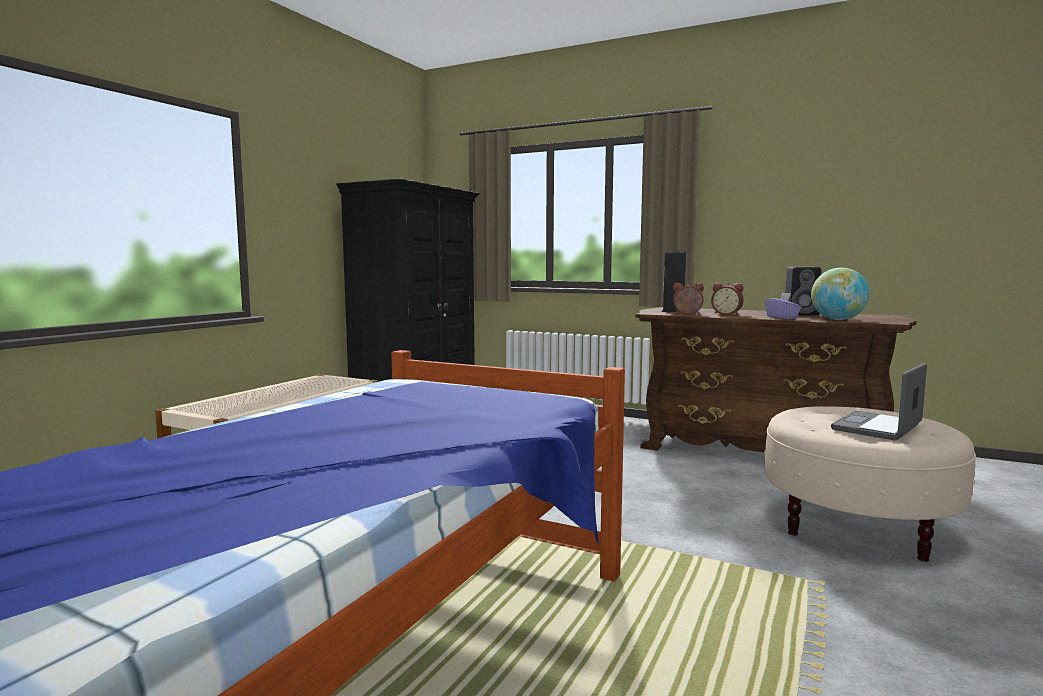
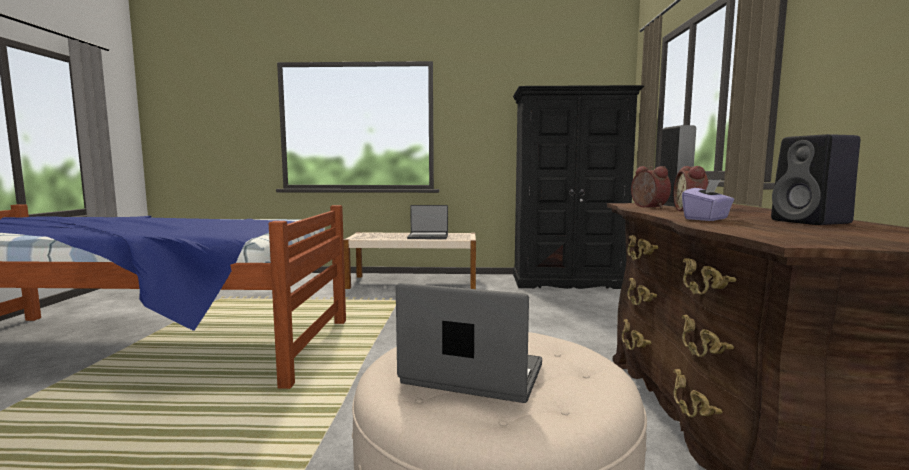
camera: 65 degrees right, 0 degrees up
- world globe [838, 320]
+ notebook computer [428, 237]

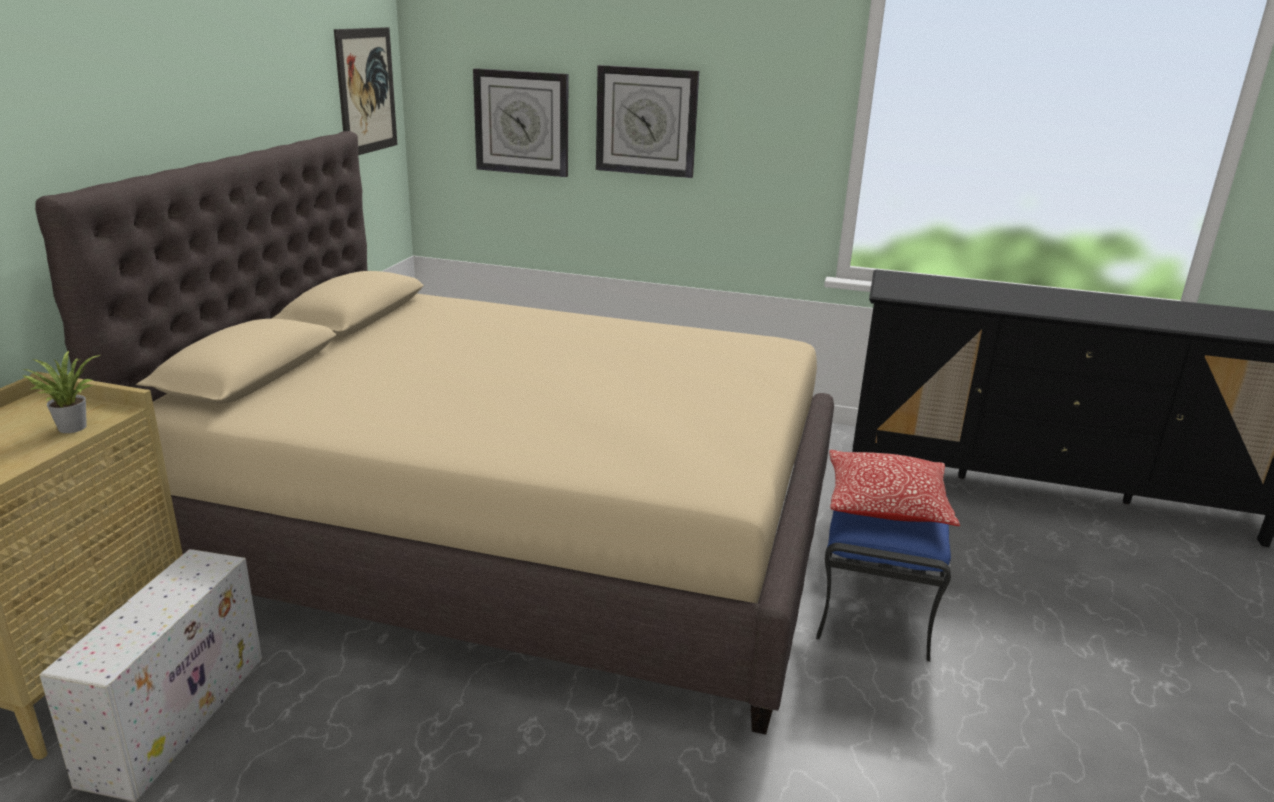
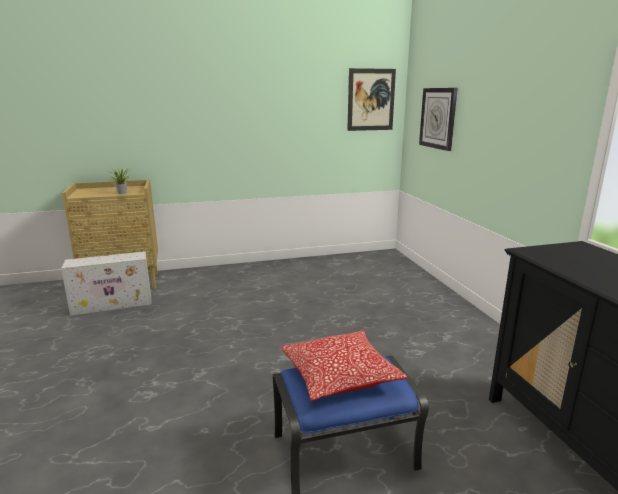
camera: 60 degrees right, 5 degrees down
- bedroom bed (sand-coloured) [511, 531]
- hanging clock [646, 121]

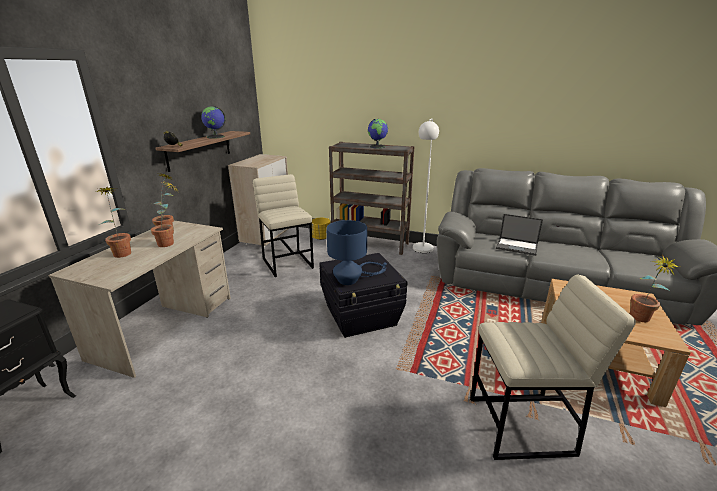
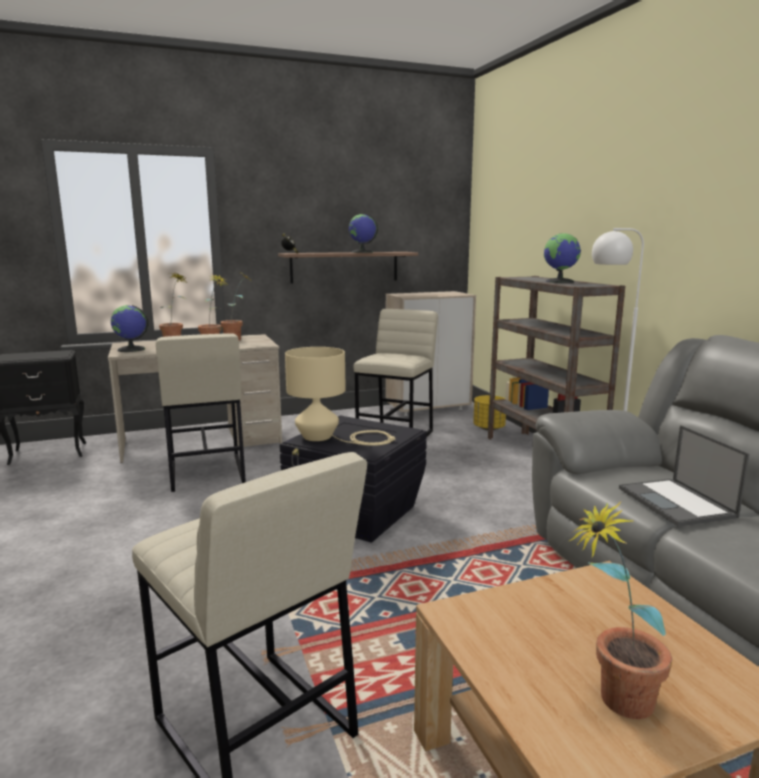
camera: 50 degrees right, 10 degrees down
+ world globe [131, 349]
+ plain chair (sand-coloured) [207, 473]
~ tabletop lamp (blue) [357, 275] to tabletop lamp (sand-coloured) [338, 437]

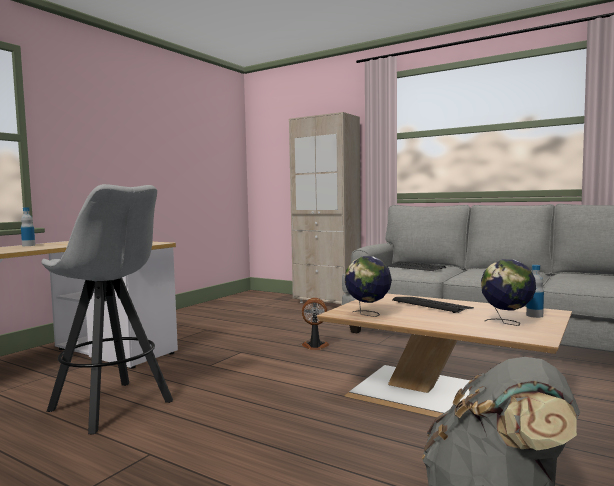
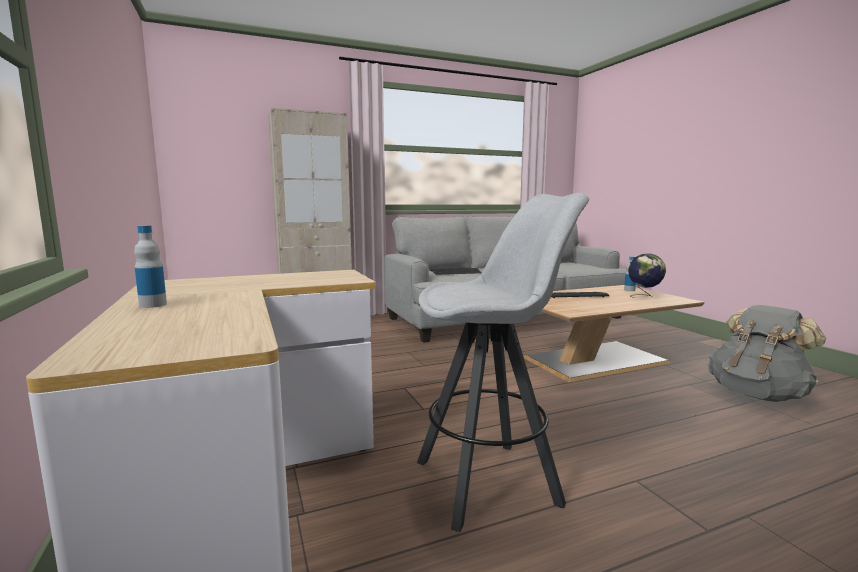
camera: 55 degrees left, 5 degrees up
- cooling fan [315, 347]
- world globe [368, 314]

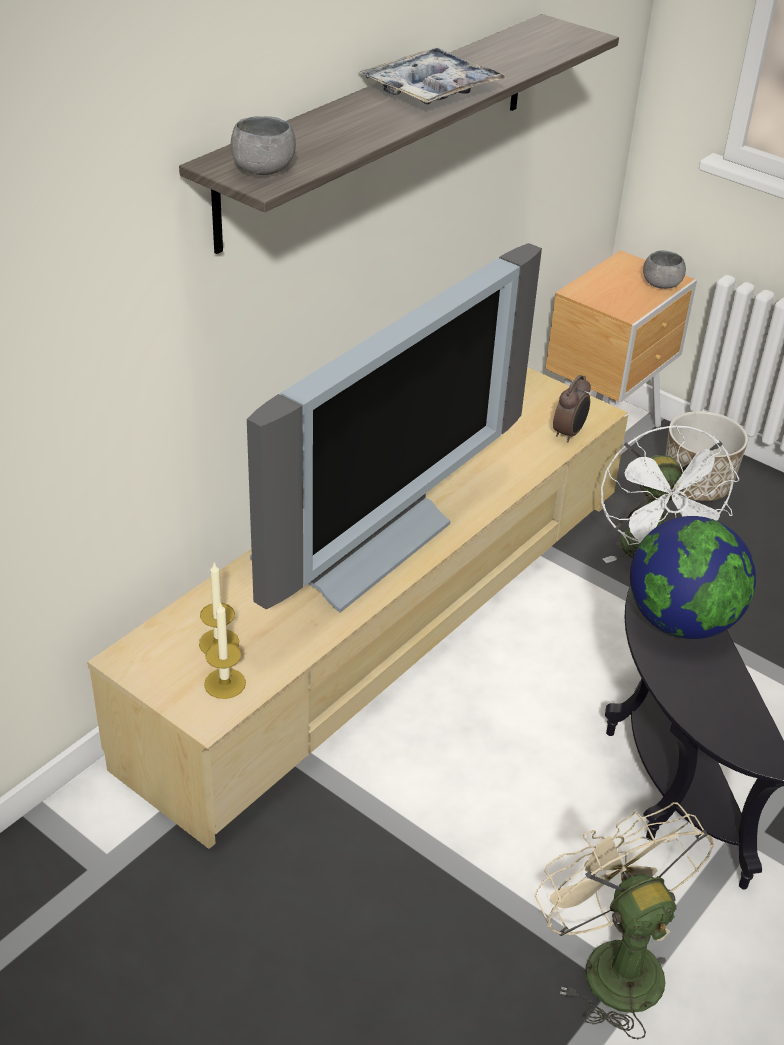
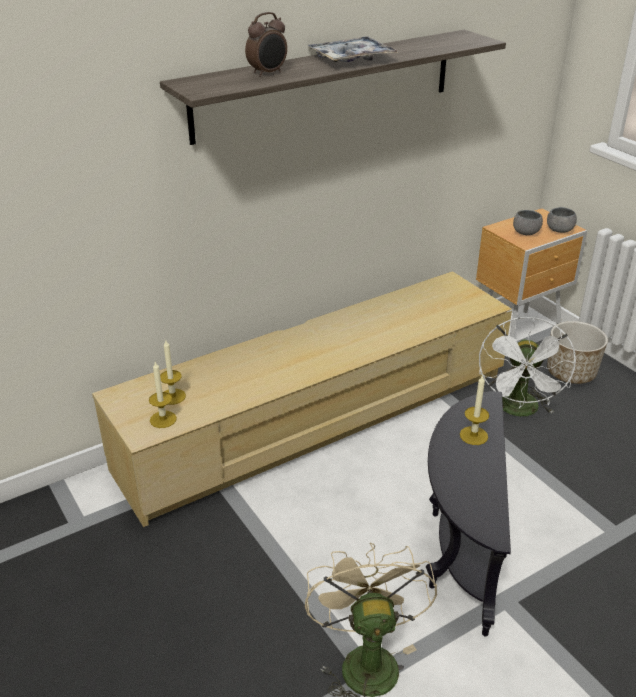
camera: 20 degrees right, 5 degrees down
- TV [363, 546]
~ bowl (greyish) [264, 170] to [526, 233]
~ alarm clock [569, 433] to [268, 73]
~ world globe [681, 622] to candle [473, 435]

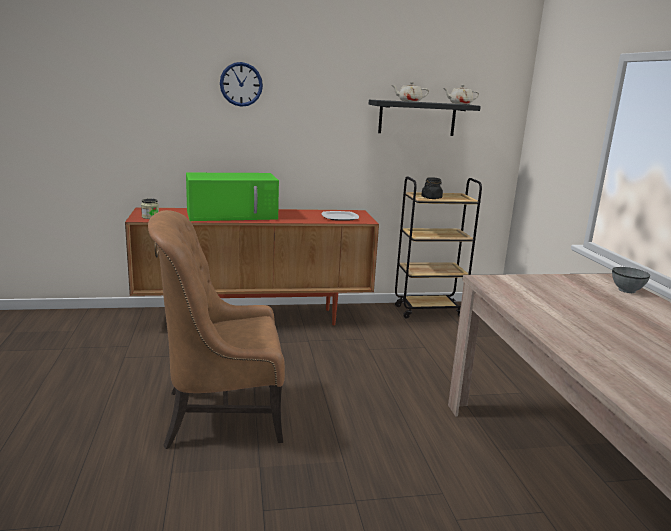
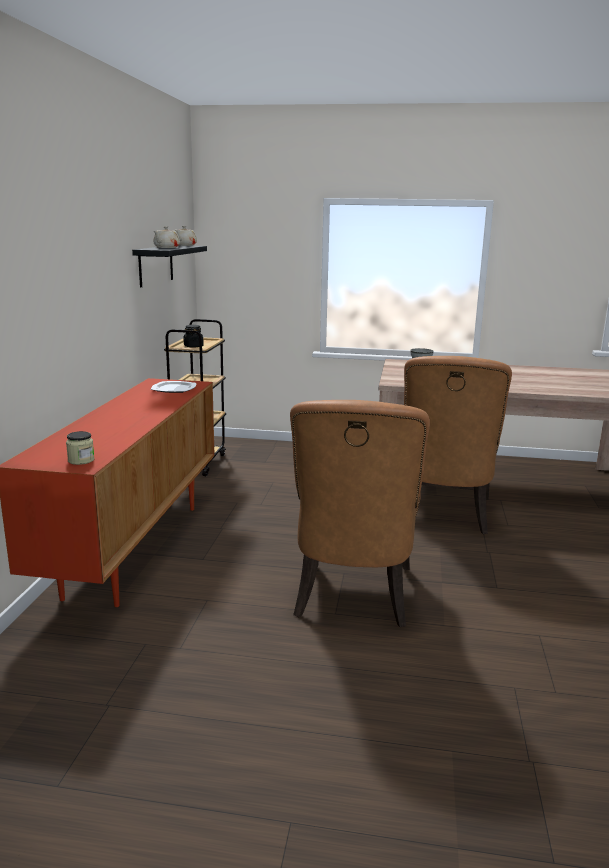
camera: 70 degrees left, 0 degrees up
- kitchen microwave (green-coloured) [233, 215]
- hanging clock [241, 84]
+ plain chair (brown) [444, 511]

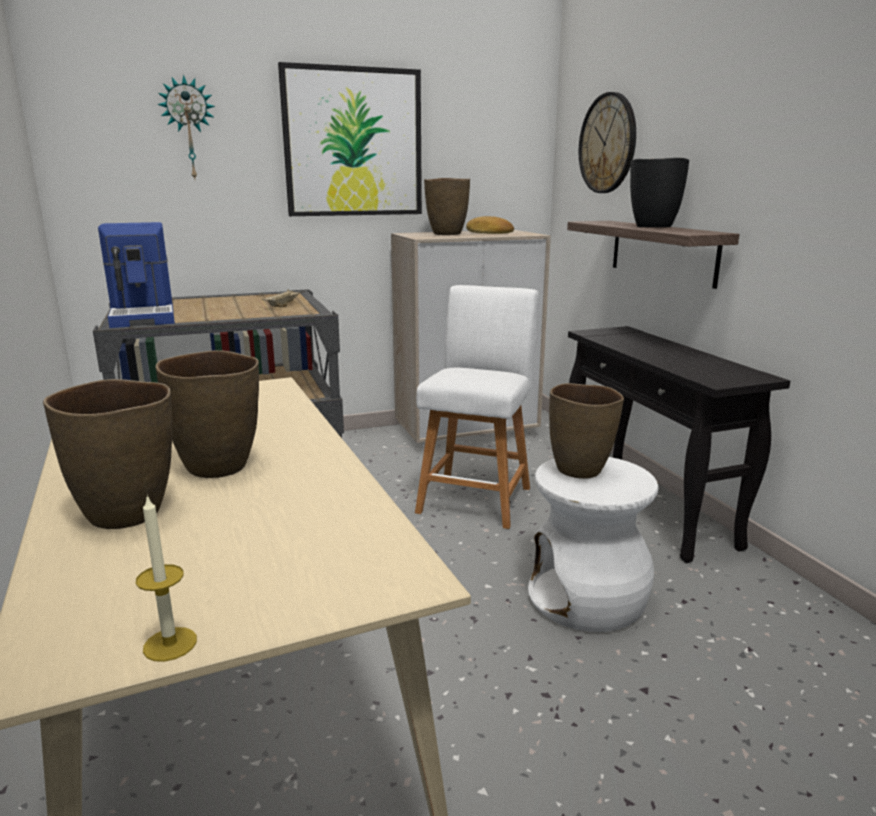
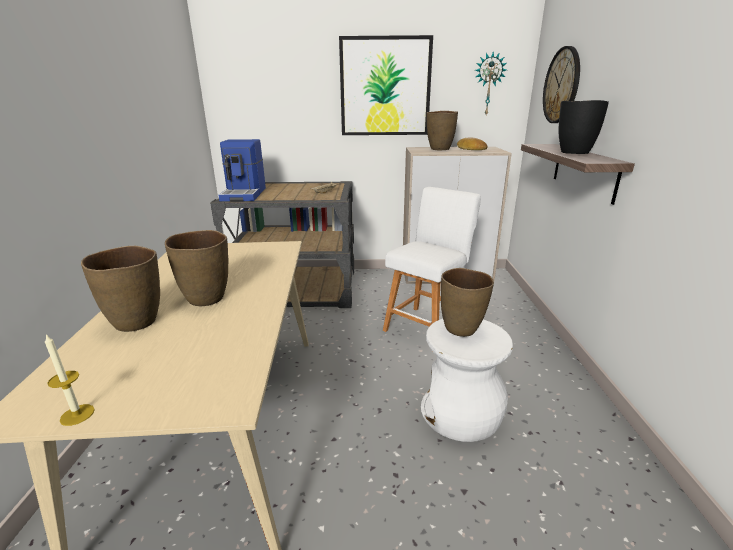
camera: 20 degrees right, 5 degrees up
- console table (black) [648, 508]
~ hanging clock [189, 129] to [488, 84]

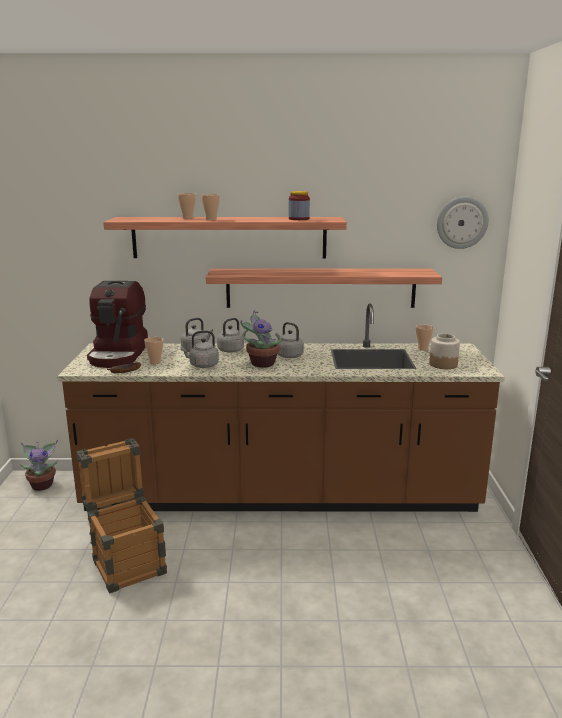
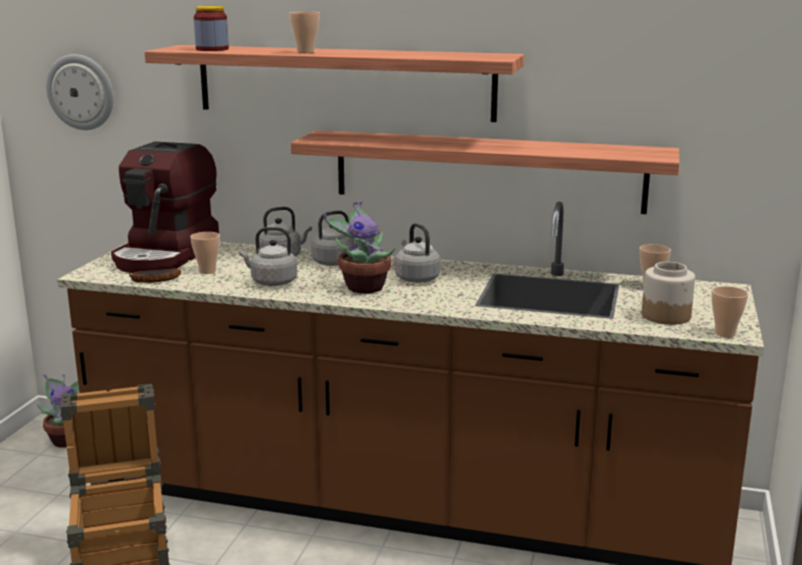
camera: 15 degrees right, 0 degrees up
~ small cup [187, 218] to [725, 333]
~ jar [298, 219] to [212, 49]
~ hanging clock [462, 222] to [81, 92]

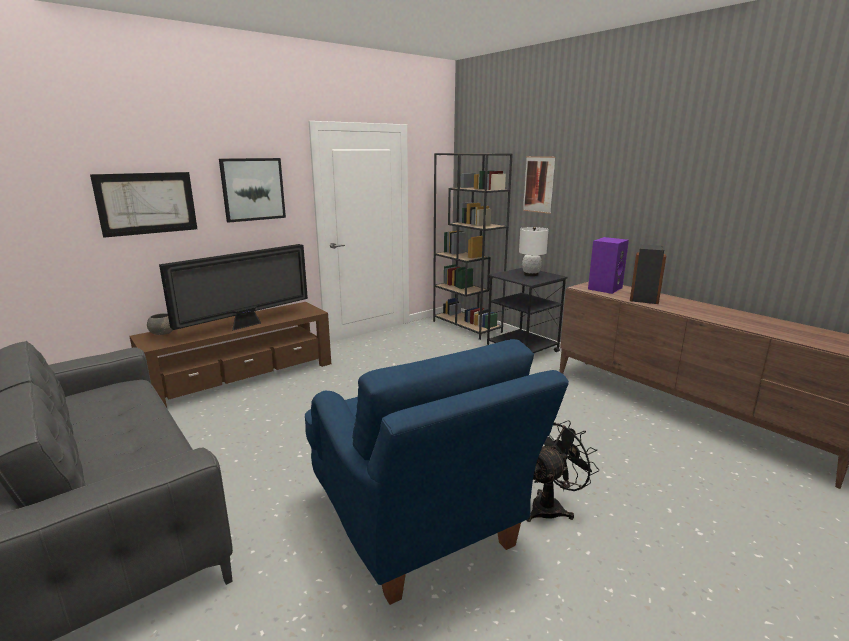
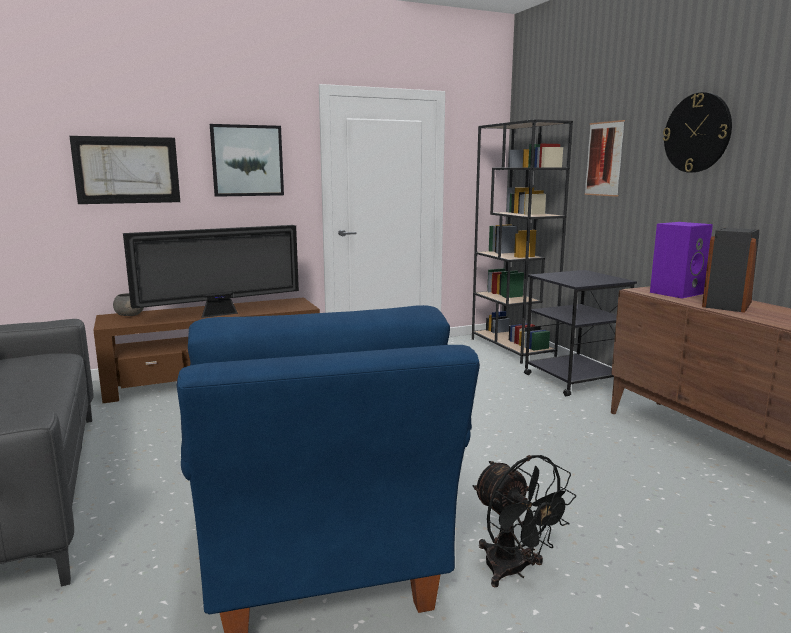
camera: 15 degrees right, 5 degrees down
- tabletop lamp (whitish) [531, 274]
+ hanging clock [697, 133]
~ cooling fan (black) [552, 507] = [514, 571] 75 degrees clockwise

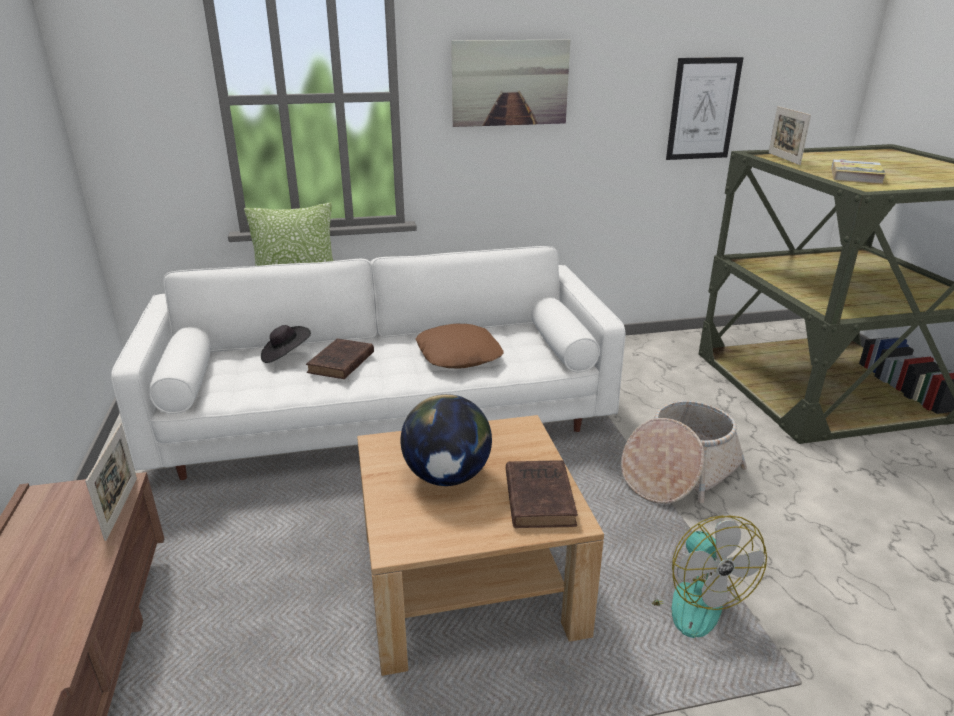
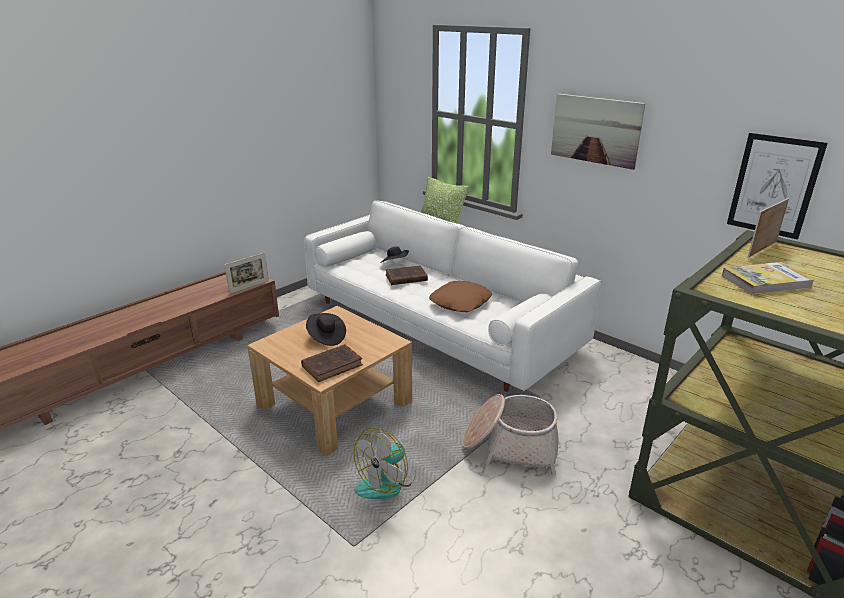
camera: 55 degrees right, 0 degrees up
~ world globe [447, 477] to wearable hat (black) [326, 337]

